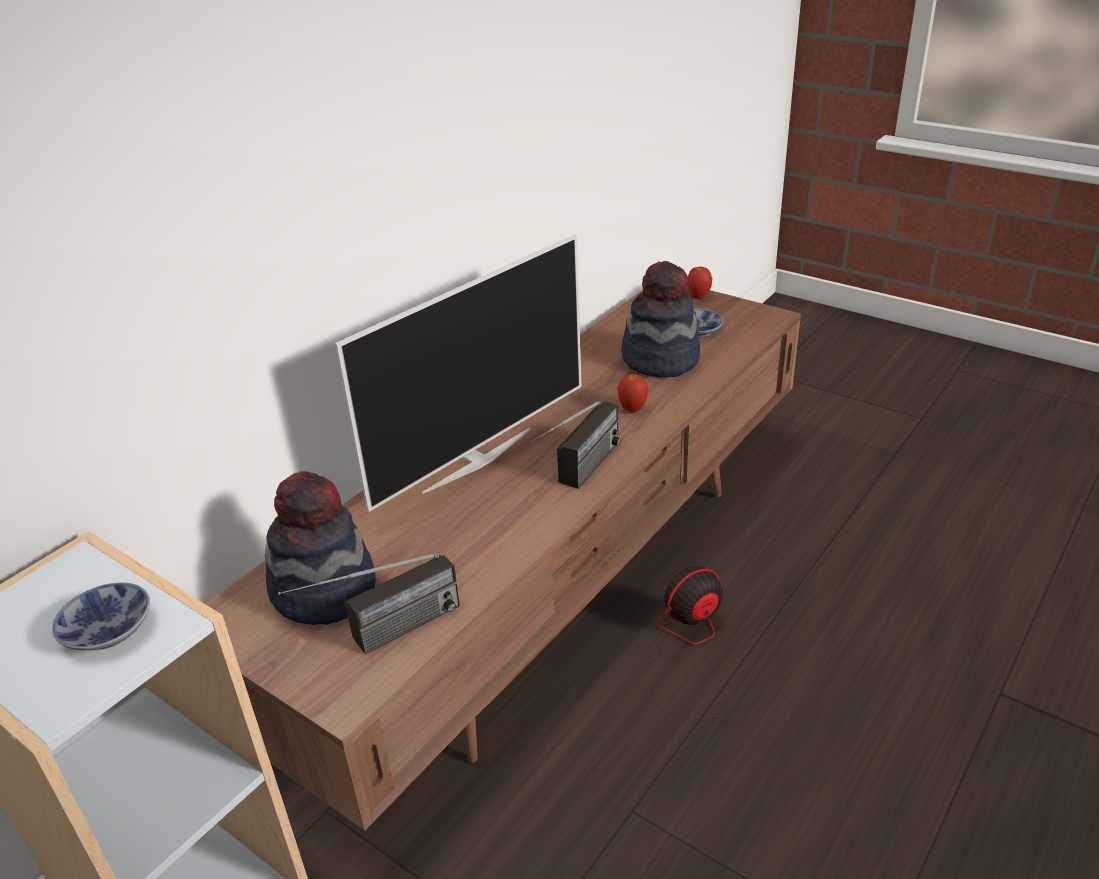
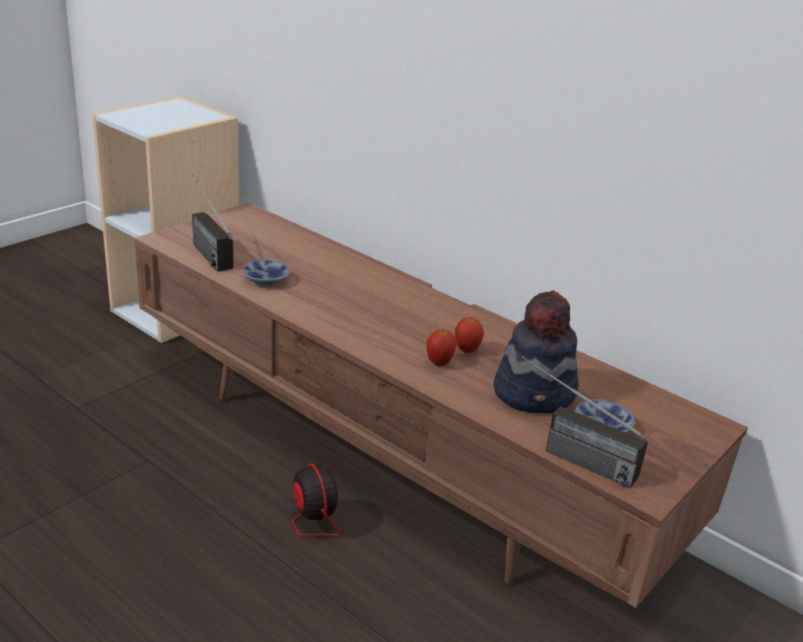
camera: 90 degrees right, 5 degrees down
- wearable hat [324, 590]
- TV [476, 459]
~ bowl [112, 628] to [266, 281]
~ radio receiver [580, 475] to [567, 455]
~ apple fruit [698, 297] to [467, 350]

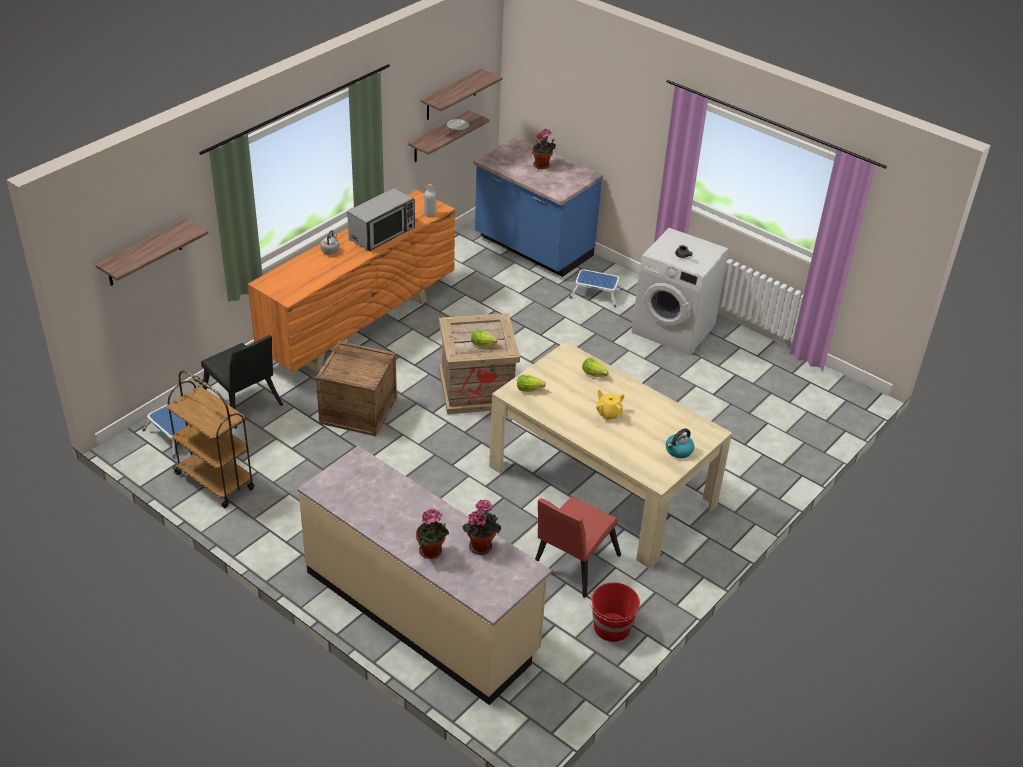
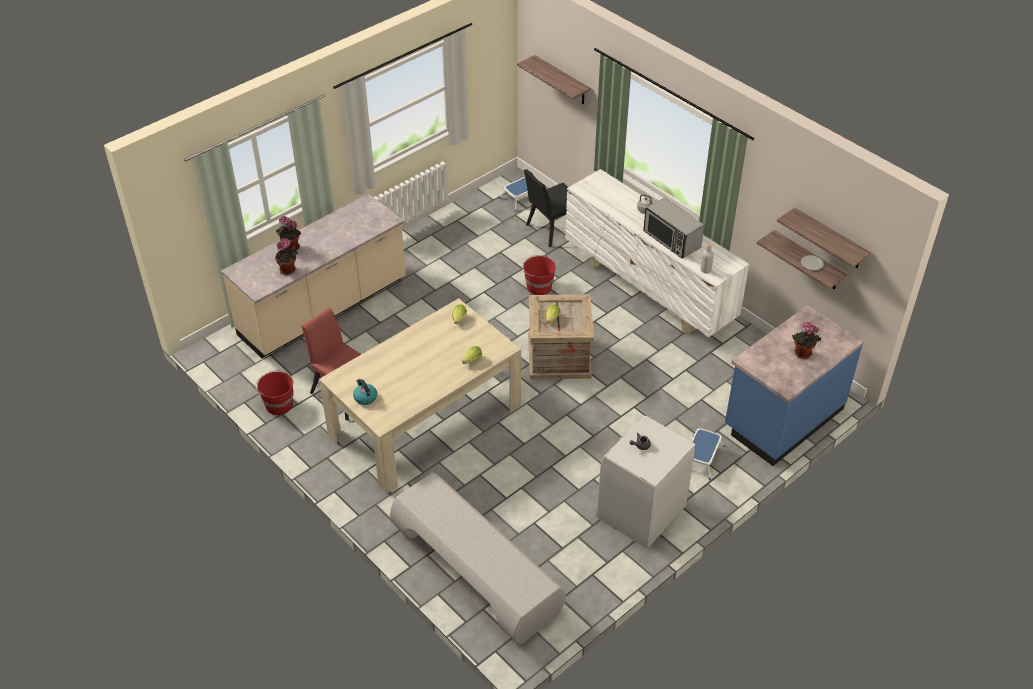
camera: 100 degrees right, 5 degrees up
- wheeled cart (brown) [215, 482]
- tea pot (yellow-coloured) [608, 413]
+ bench (greyish) [475, 569]
~ packing crate [358, 411] to bucket (reddish) [538, 287]
~ cabinet (orangey) [359, 326] to cabinet (whitish) [649, 291]

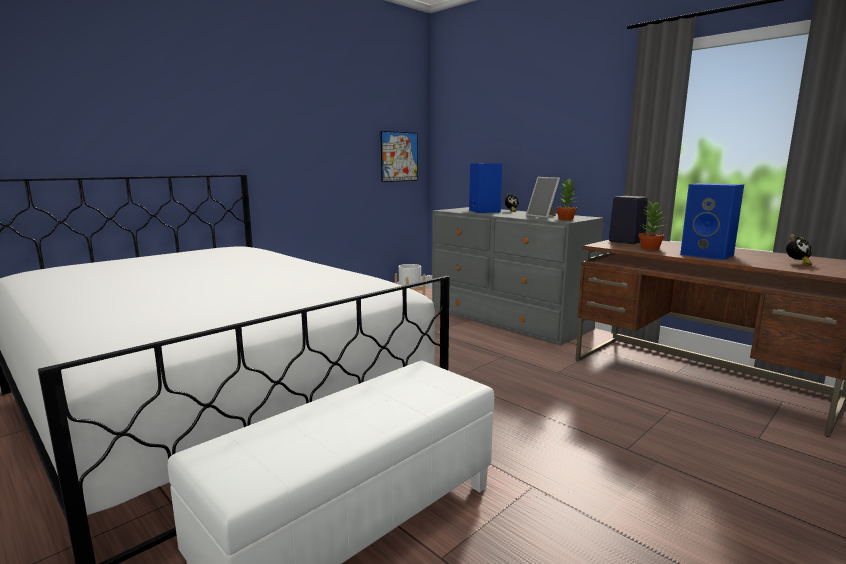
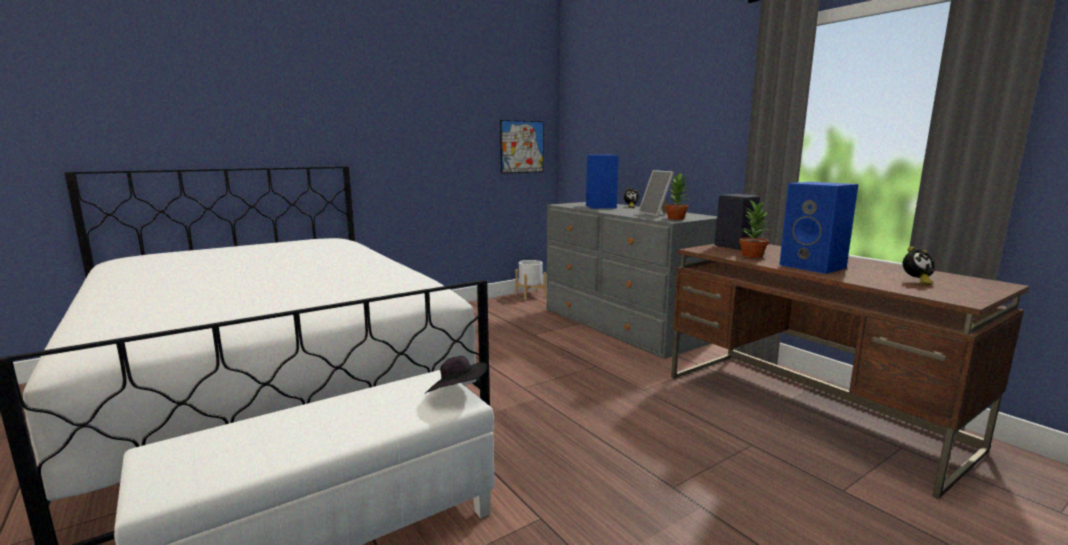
camera: 10 degrees right, 0 degrees up
+ wearable hat (black) [457, 394]

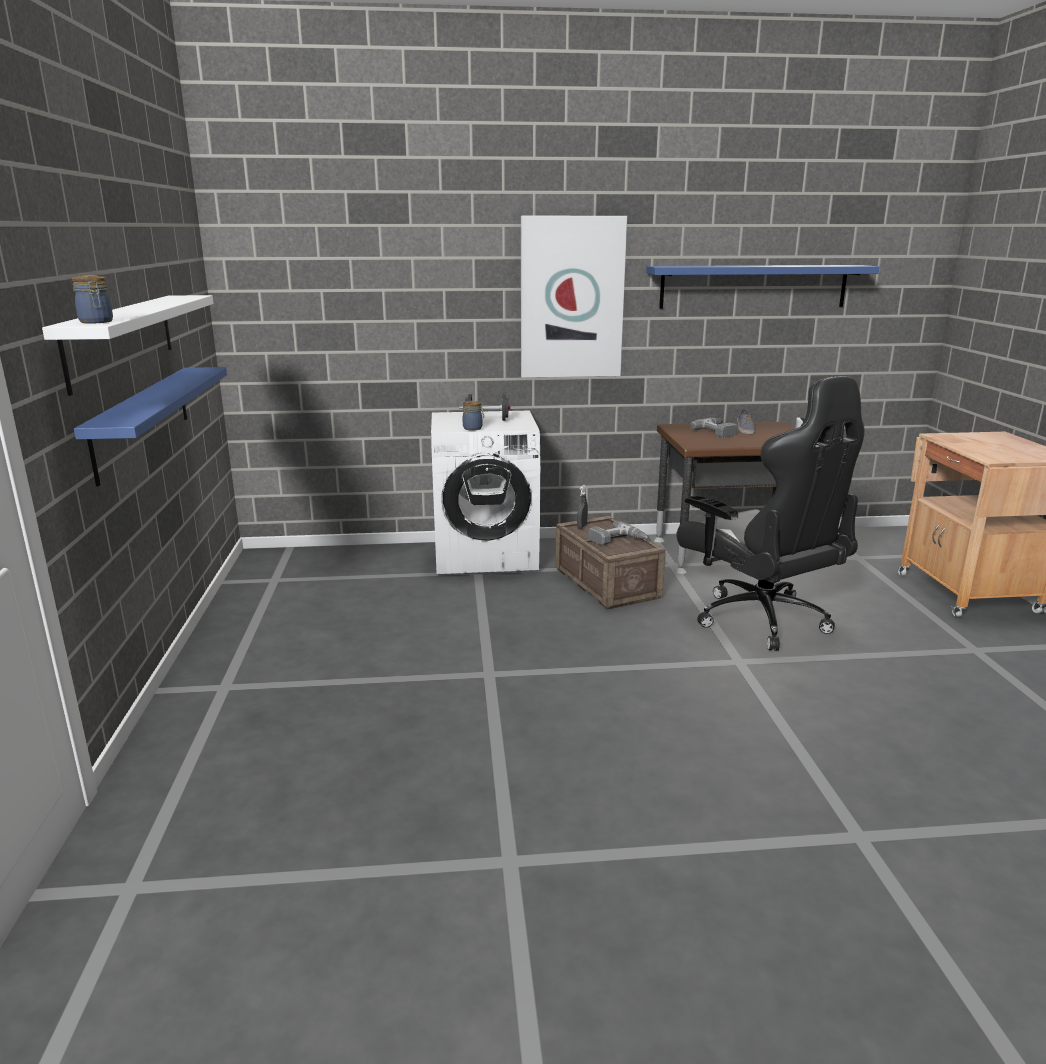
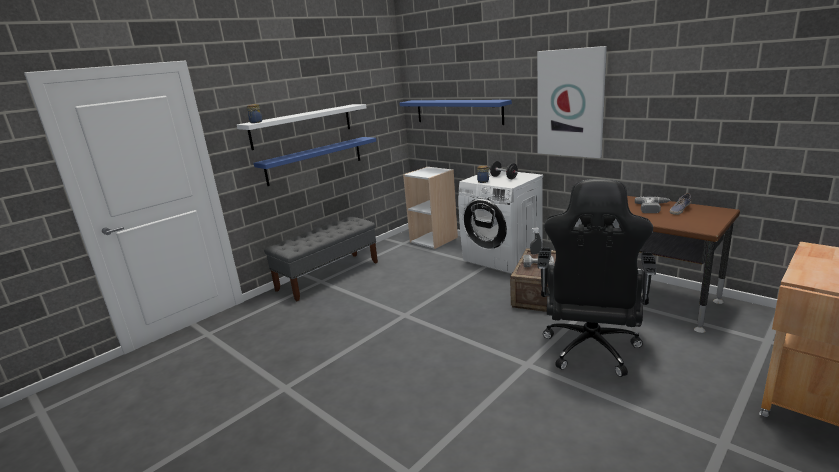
camera: 50 degrees right, 0 degrees up
+ bench (greyish) [328, 276]
+ bookcase [434, 240]
~ bracket shelf (blue) [753, 286] to [458, 111]

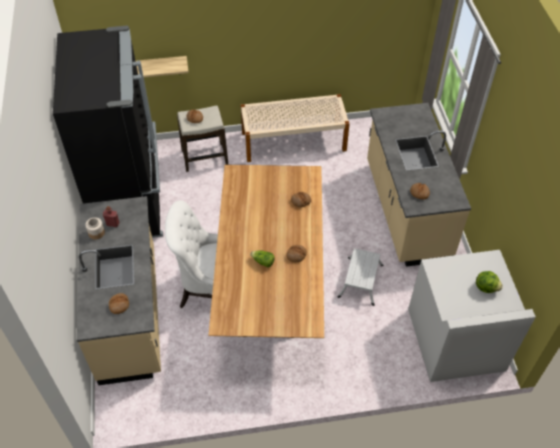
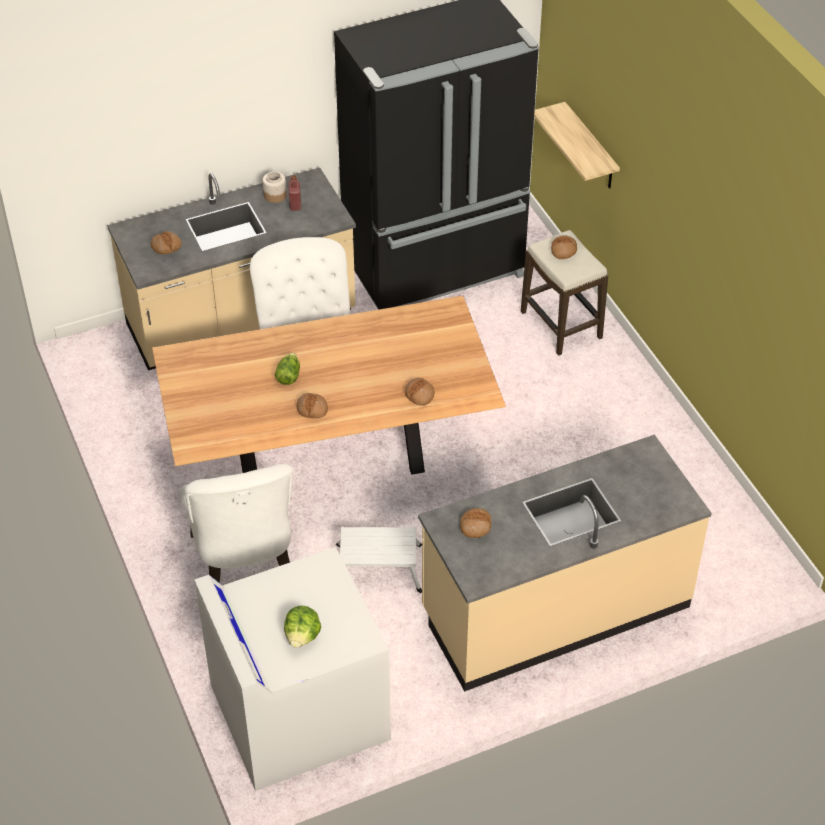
camera: 75 degrees right, 5 degrees down
- bench (sand-coloured) [293, 141]
+ plain chair (whitish) [245, 563]

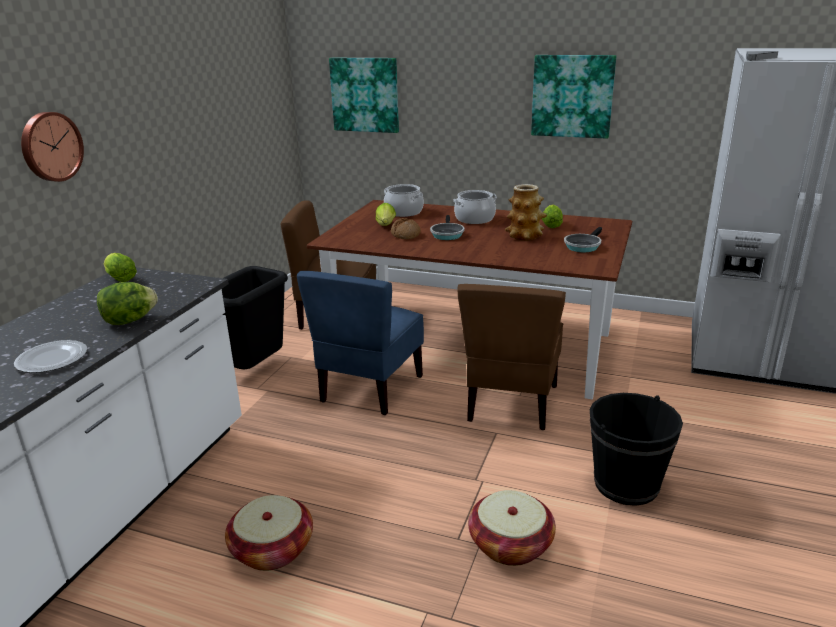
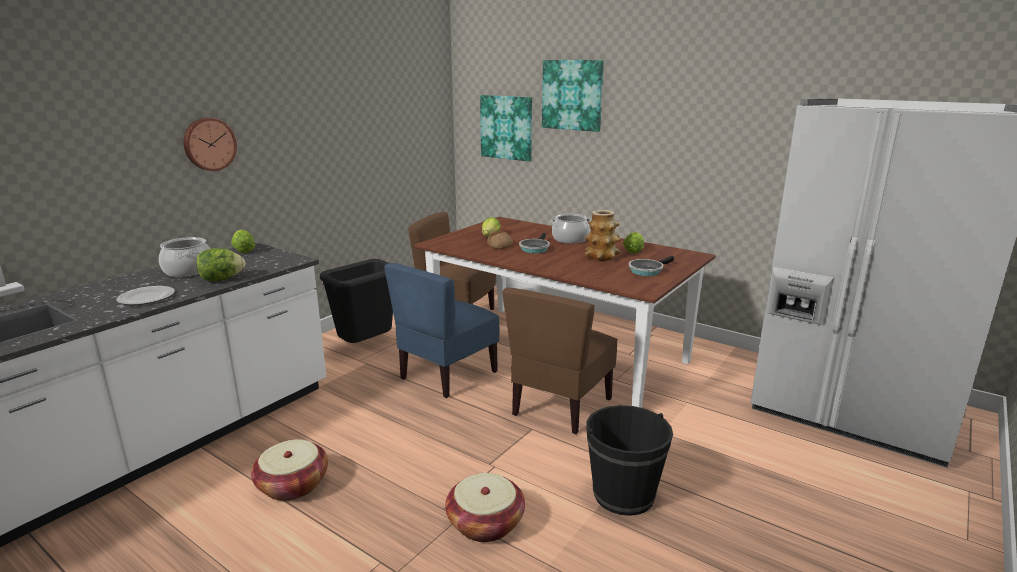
camera: 15 degrees right, 5 degrees down
~ stockpot [403, 212] to [188, 271]
~ wall art [572, 96] to [572, 95]

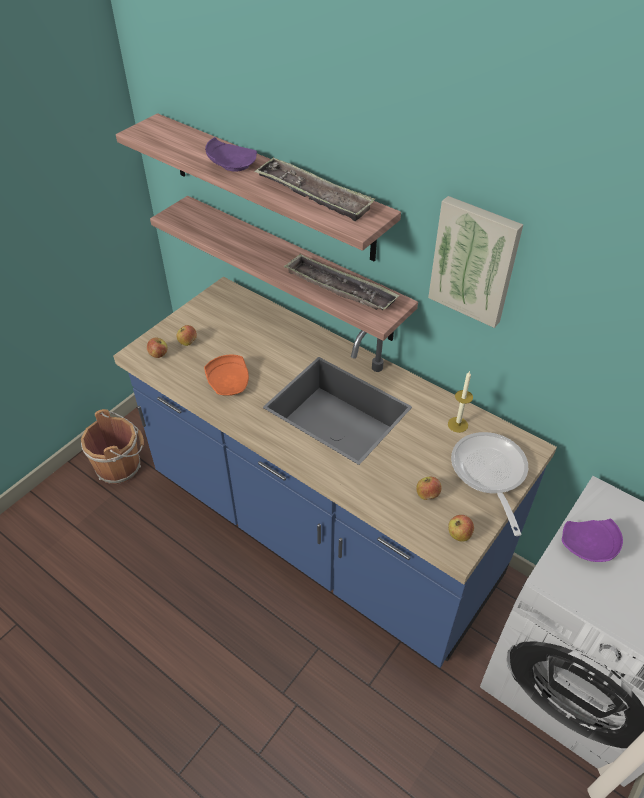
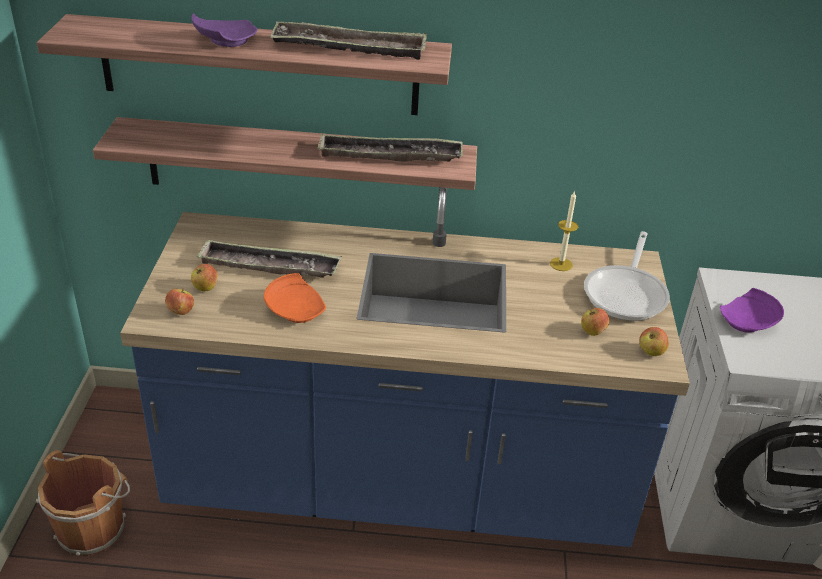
camera: 35 degrees left, 10 degrees down
- wall art [474, 261]
+ serving tray [269, 266]
~ skillet [489, 474] = [627, 293] 120 degrees counterclockwise

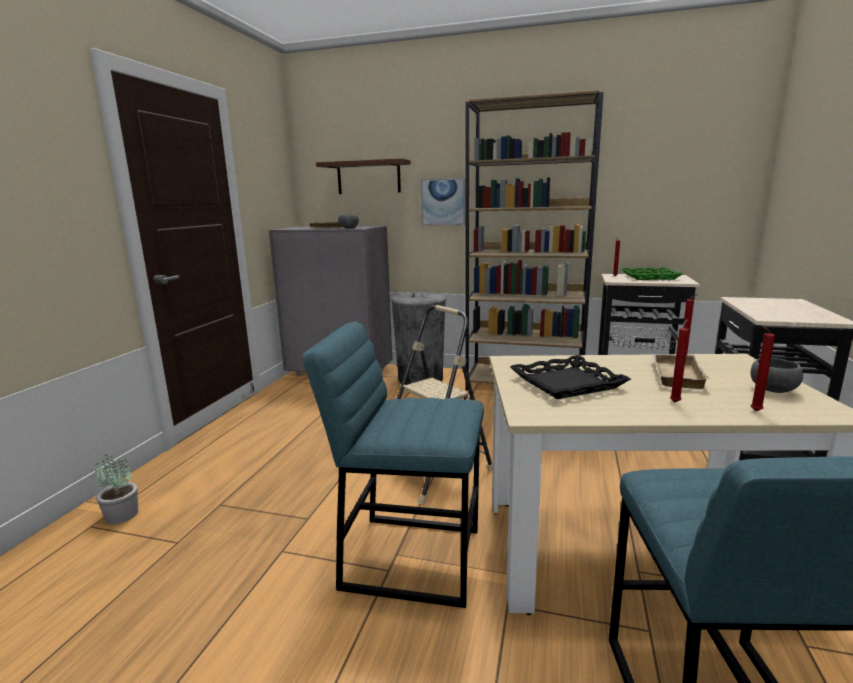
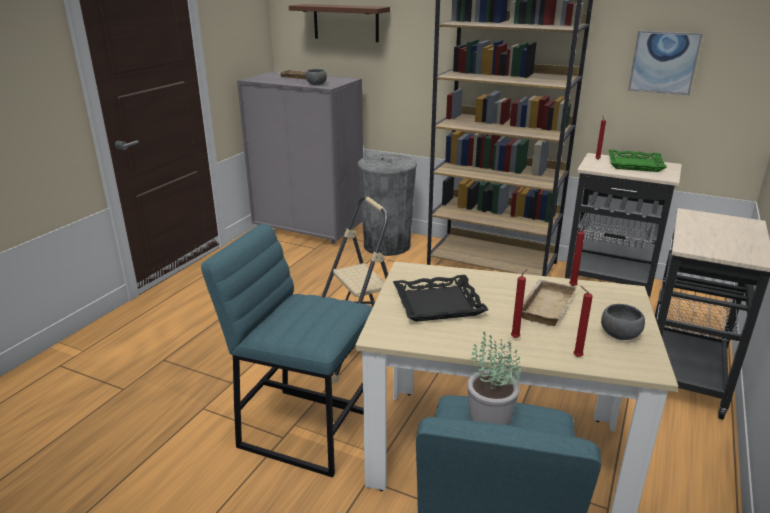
camera: 10 degrees right, 10 degrees up
~ plant in a pot [121, 515] to [489, 416]
~ wall art [443, 202] to [664, 62]

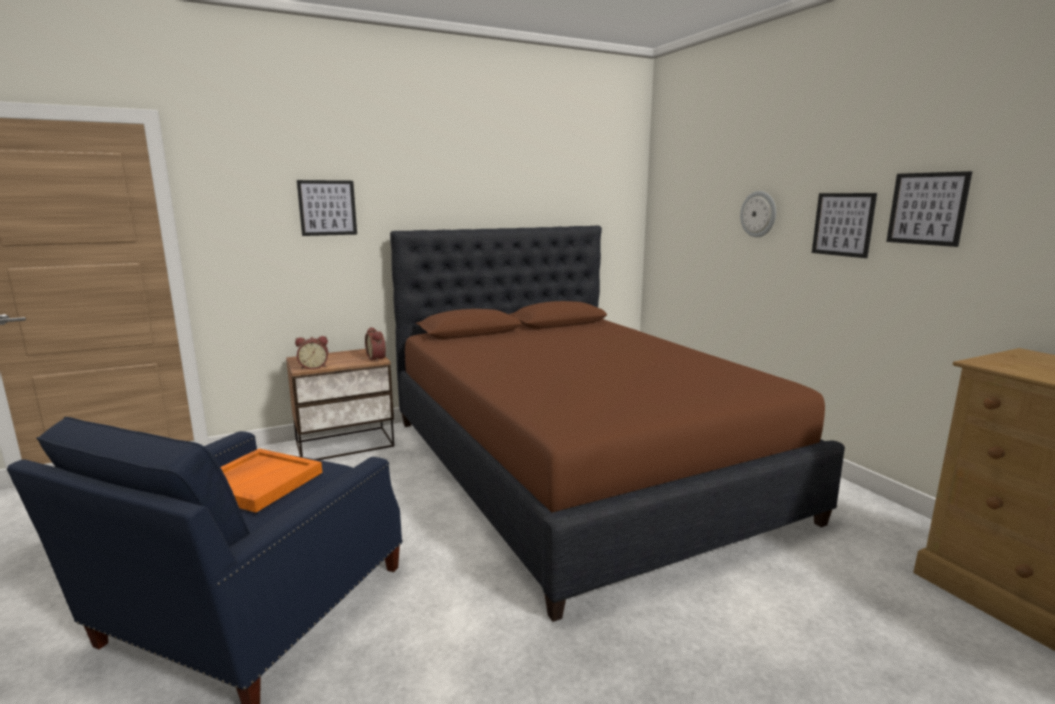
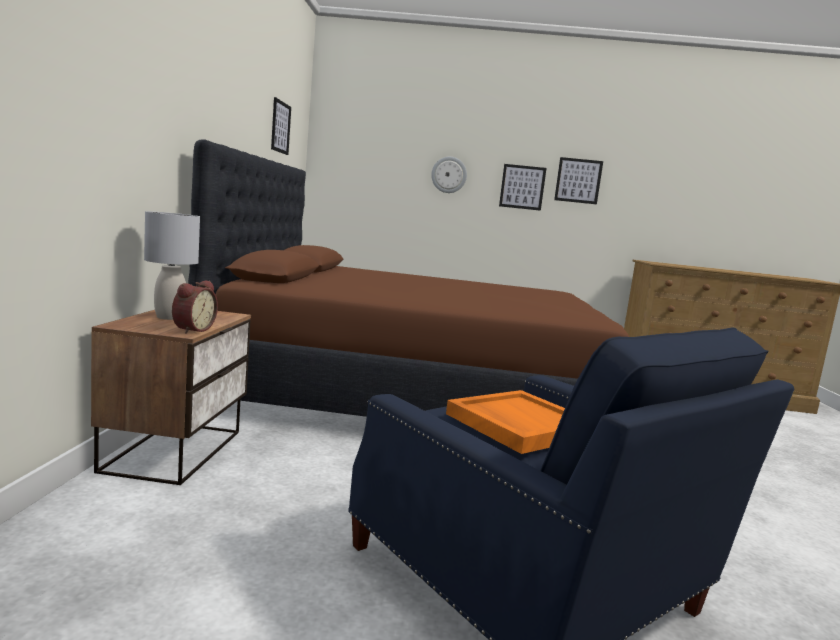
camera: 60 degrees left, 5 degrees down
- alarm clock [378, 358]
+ tabletop lamp (greyish) [170, 317]
~ wall art [327, 208] to [280, 127]

